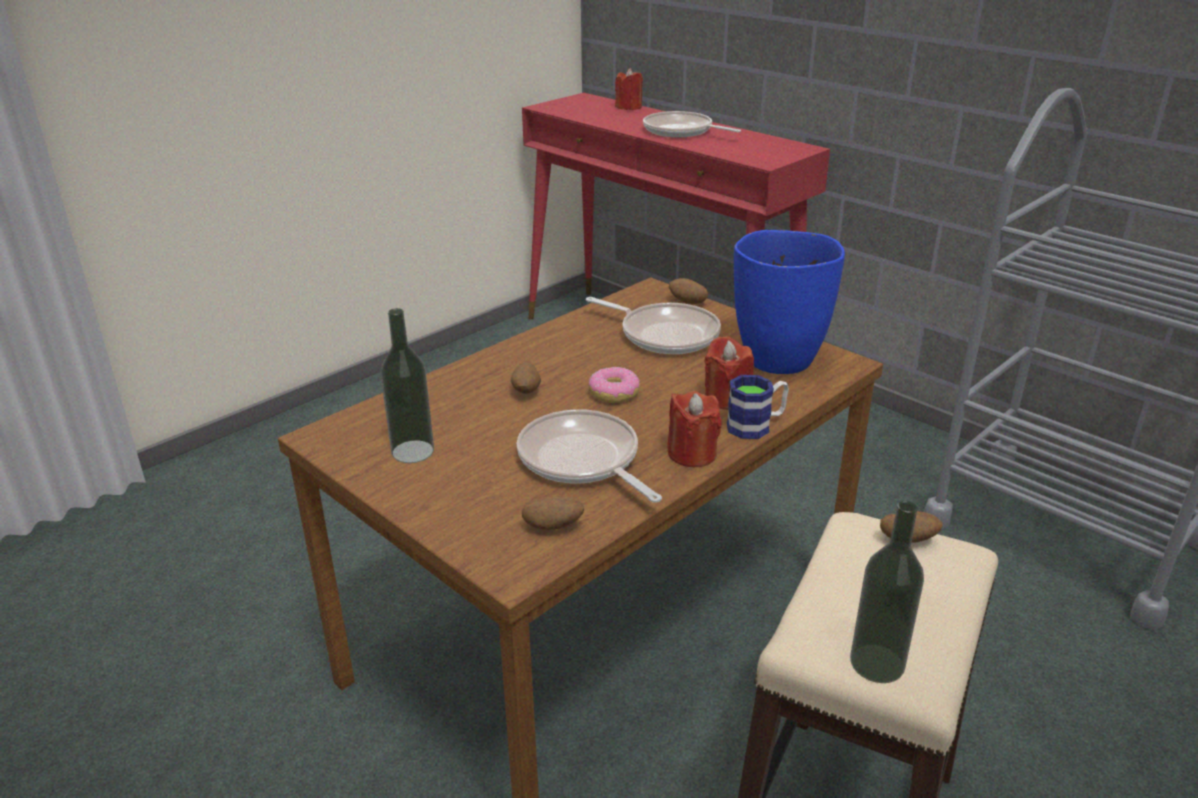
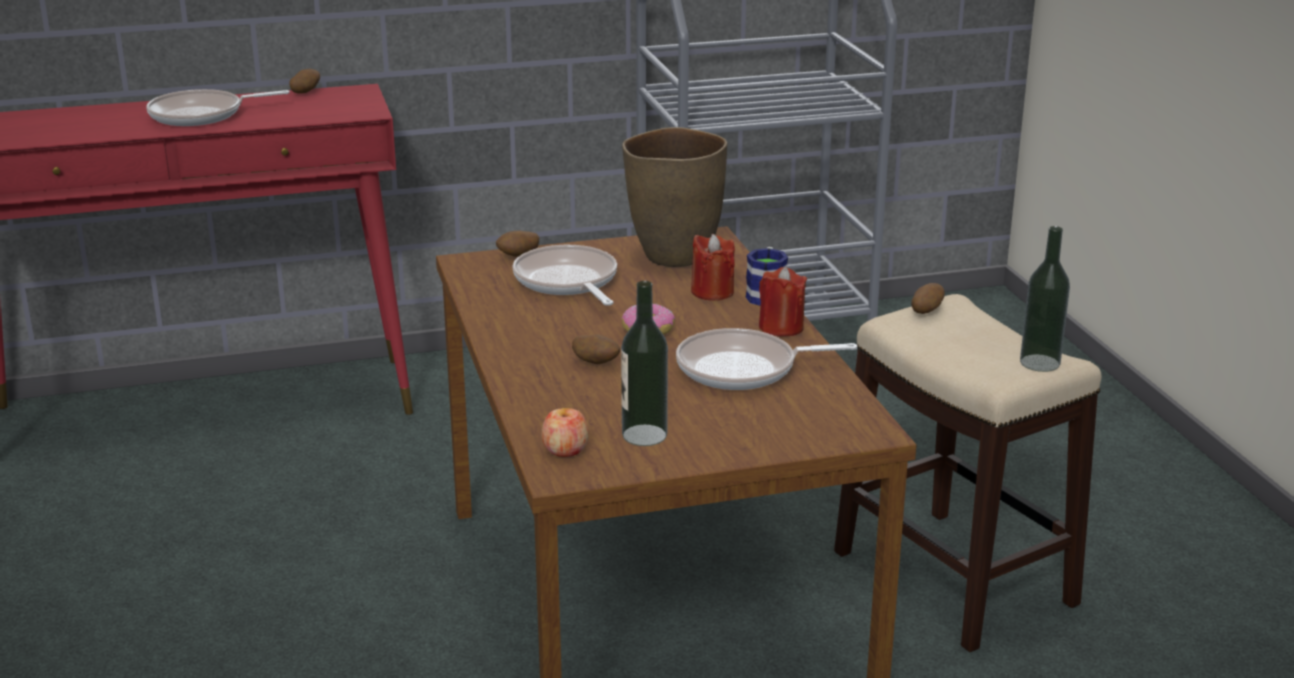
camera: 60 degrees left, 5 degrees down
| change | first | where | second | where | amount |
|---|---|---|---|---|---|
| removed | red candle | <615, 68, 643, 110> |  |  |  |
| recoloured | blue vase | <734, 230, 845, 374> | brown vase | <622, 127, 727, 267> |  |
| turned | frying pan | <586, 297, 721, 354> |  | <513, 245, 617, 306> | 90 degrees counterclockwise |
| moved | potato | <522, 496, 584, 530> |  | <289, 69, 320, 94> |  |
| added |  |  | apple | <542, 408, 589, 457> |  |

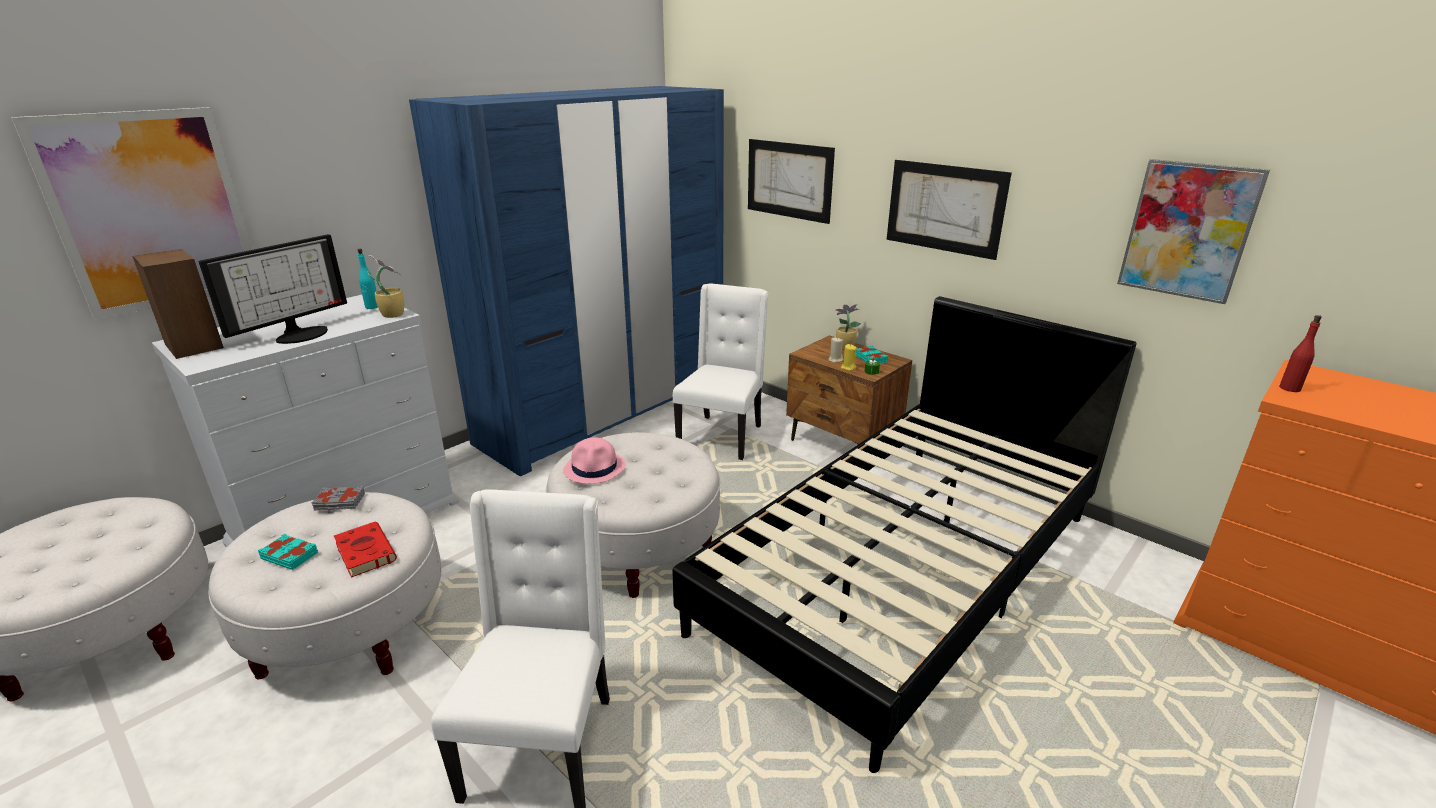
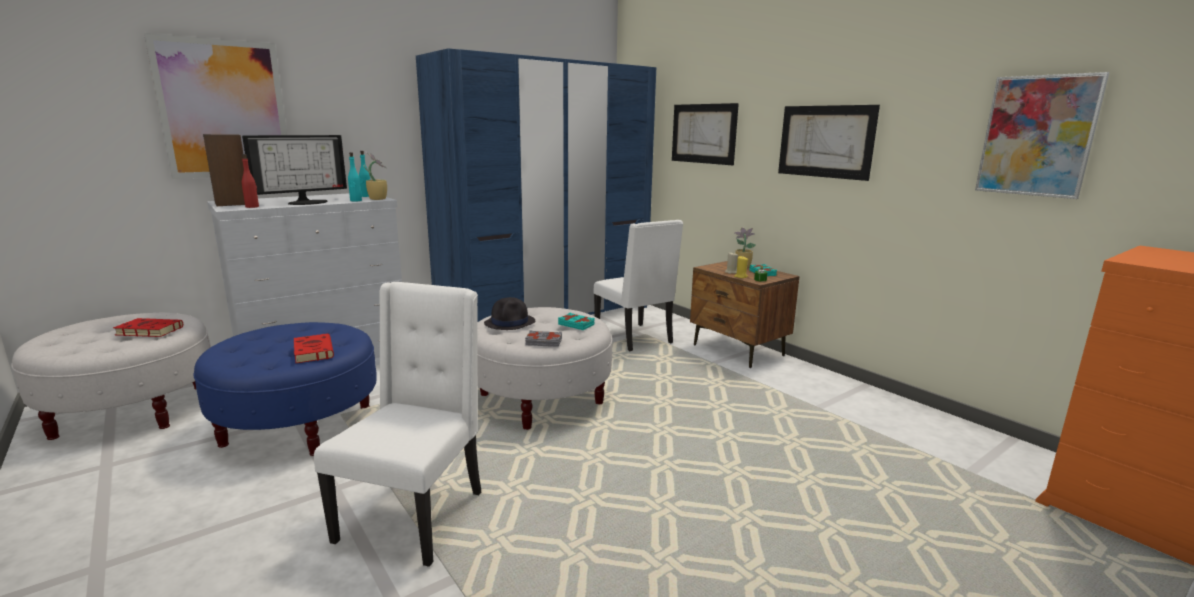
camera: 10 degrees right, 10 degrees down
| change | first | where | second | where | amount |
|---|---|---|---|---|---|
| turned | white chair | <673, 283, 768, 460> |  | <594, 220, 683, 351> | 120 degrees clockwise |
| removed | black bed | <672, 296, 1137, 773> |  |  |  |
| moved | red bottle | <1279, 315, 1322, 392> |  | <242, 154, 259, 208> |  |
| recoloured | pink hat | <563, 437, 626, 484> | black hat | <484, 297, 535, 330> |  |
| moved | grey book | <312, 486, 365, 510> |  | <525, 330, 562, 347> |  |
| recoloured | white ottoman | <208, 492, 441, 679> | blue ottoman | <194, 322, 377, 456> |  |
| moved | turquoise book | <258, 534, 318, 570> |  | <558, 313, 595, 330> |  |
| added |  |  | turquoise bottle | <348, 152, 362, 201> |  |
| added |  |  | red book | <113, 318, 183, 337> |  |

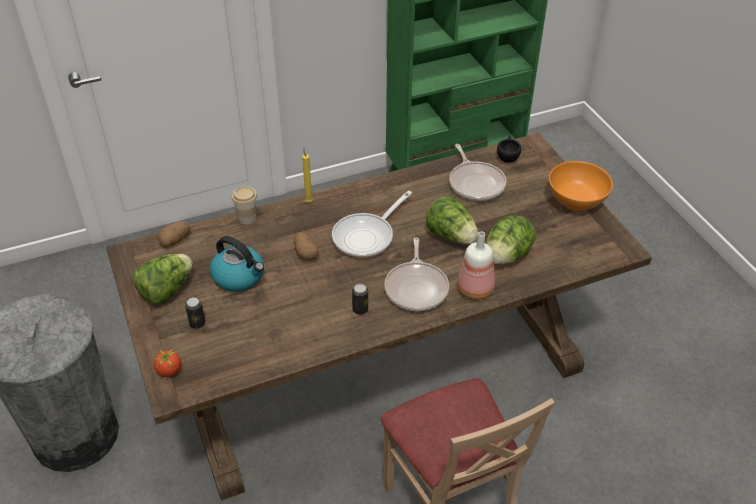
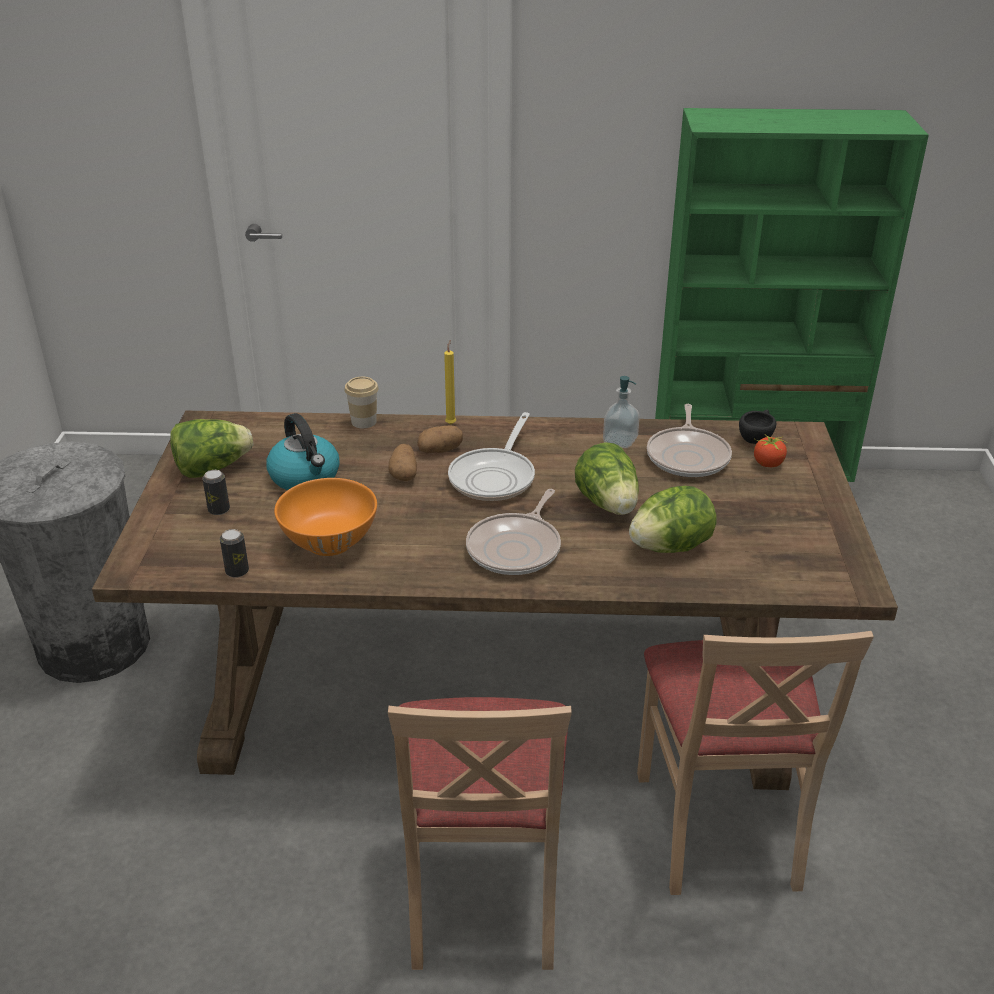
camera: 25 degrees right, 10 degrees down
| change | first | where | second | where | amount |
|---|---|---|---|---|---|
| moved | orange bowl | <549, 161, 613, 211> |  | <274, 478, 377, 556> |  |
| turned | frying pan | <332, 191, 412, 258> |  | <448, 412, 535, 501> | 45 degrees counterclockwise |
| moved | potato | <158, 221, 190, 247> |  | <417, 425, 463, 453> |  |
| removed | bottle | <457, 232, 495, 299> |  |  |  |
| moved | can | <352, 284, 368, 315> |  | <220, 529, 249, 578> |  |
| moved | tomato | <150, 349, 181, 377> |  | <754, 436, 787, 467> |  |
| added |  |  | soap dispenser | <603, 376, 640, 448> |  |
| added |  |  | beige chair | <637, 631, 874, 895> |  |

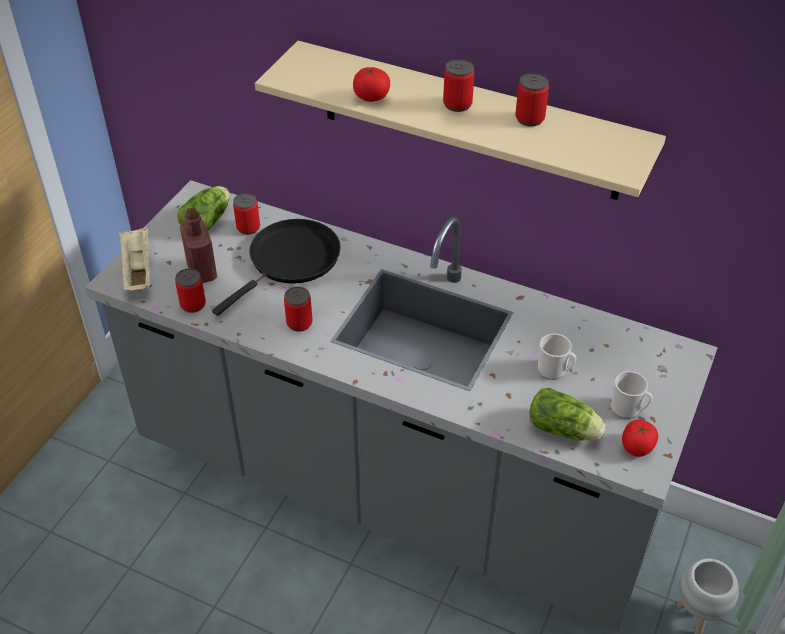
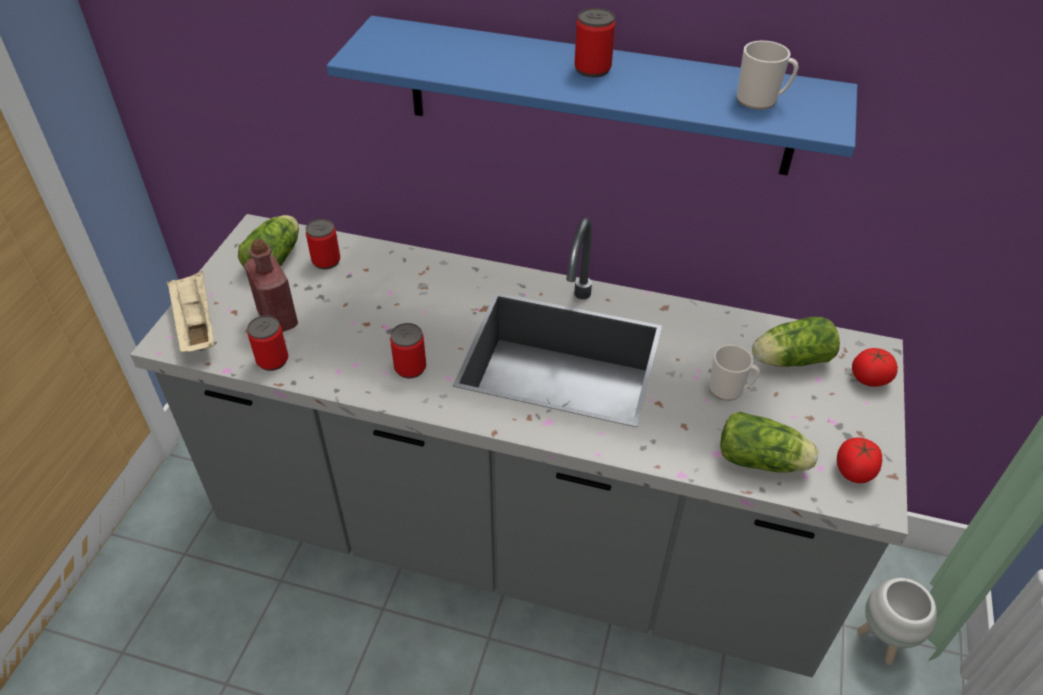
camera: 10 degrees left, 0 degrees up
| change | first | where | second | where | amount |
|---|---|---|---|---|---|
| recoloured | beige shelf | <255, 41, 666, 200> | blue shelf | <327, 16, 857, 175> |  |
| moved | tomato | <353, 67, 390, 102> |  | <852, 348, 898, 387> |  |
| removed | can | <515, 73, 549, 127> |  |  |  |
| removed | black frying pan | <212, 219, 341, 316> |  |  |  |
| moved | mug | <611, 371, 653, 419> |  | <736, 41, 798, 110> |  |
| added |  |  | lettuce | <752, 317, 840, 367> |  |

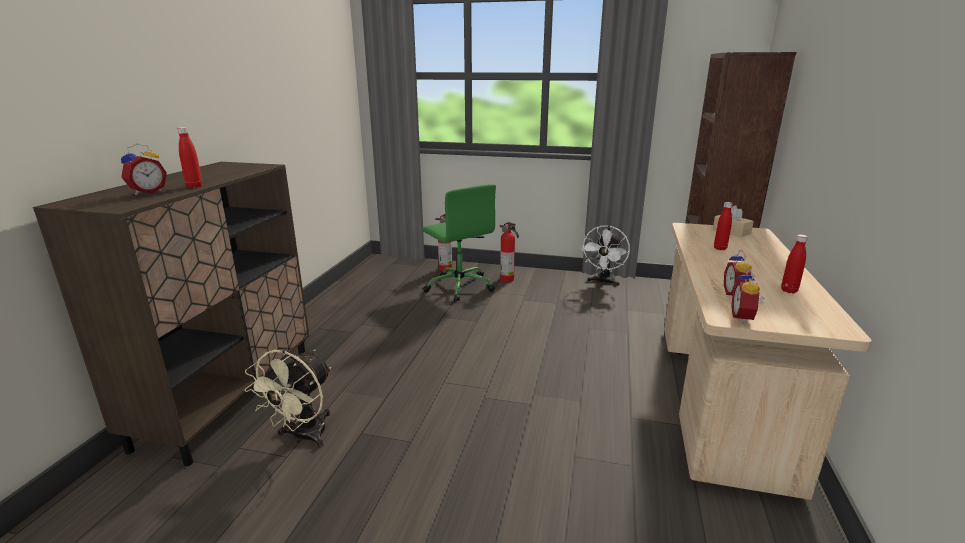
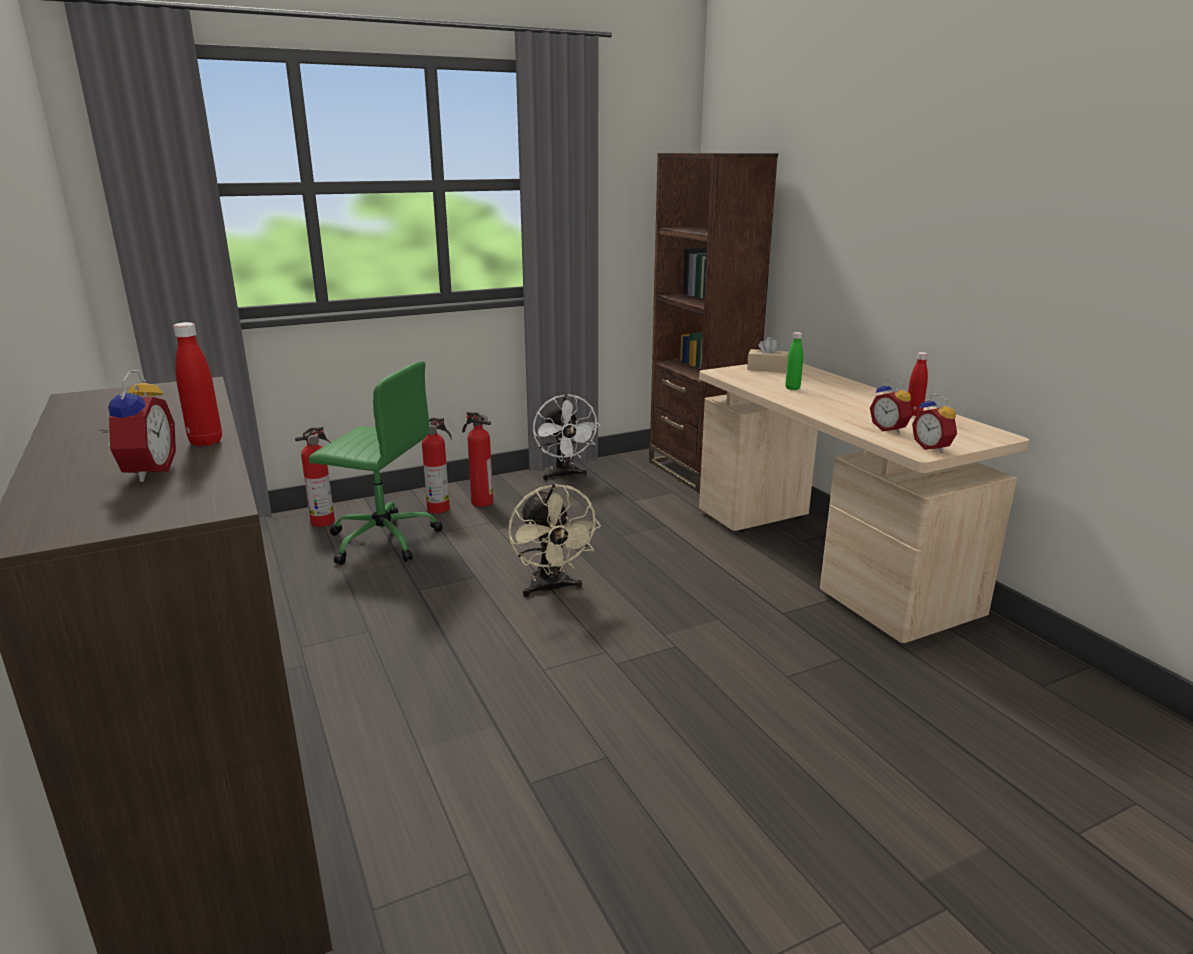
camera: 40 degrees left, 0 degrees up
| change | first | where | second | where | amount |
|---|---|---|---|---|---|
| recoloured | red bottle | <714, 202, 733, 250> | green bottle | <785, 332, 803, 390> |  |
| moved | beige fan | <244, 350, 331, 448> |  | <508, 484, 601, 597> |  |
| added |  |  | fire extinguisher | <462, 412, 493, 507> |  |

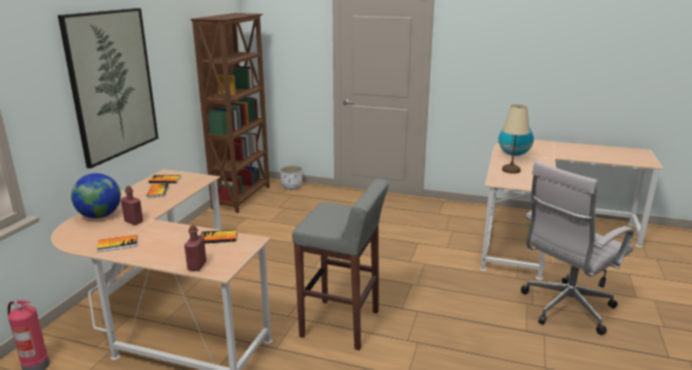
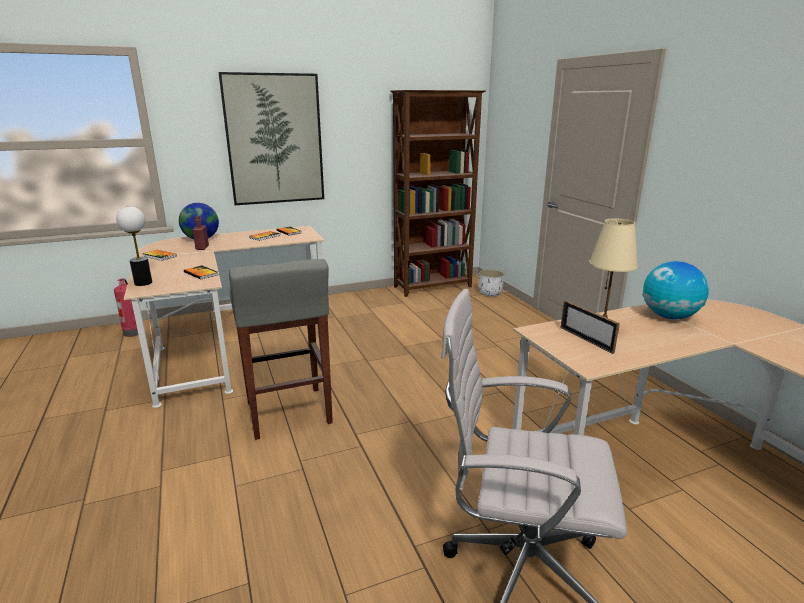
camera: 50 degrees right, 0 degrees up
| change | first | where | second | where | amount |
|---|---|---|---|---|---|
| replaced | red bottle | <184, 225, 206, 271> | table lamp | <116, 206, 152, 286> |  |
| added |  |  | picture frame | <560, 300, 620, 354> |  |

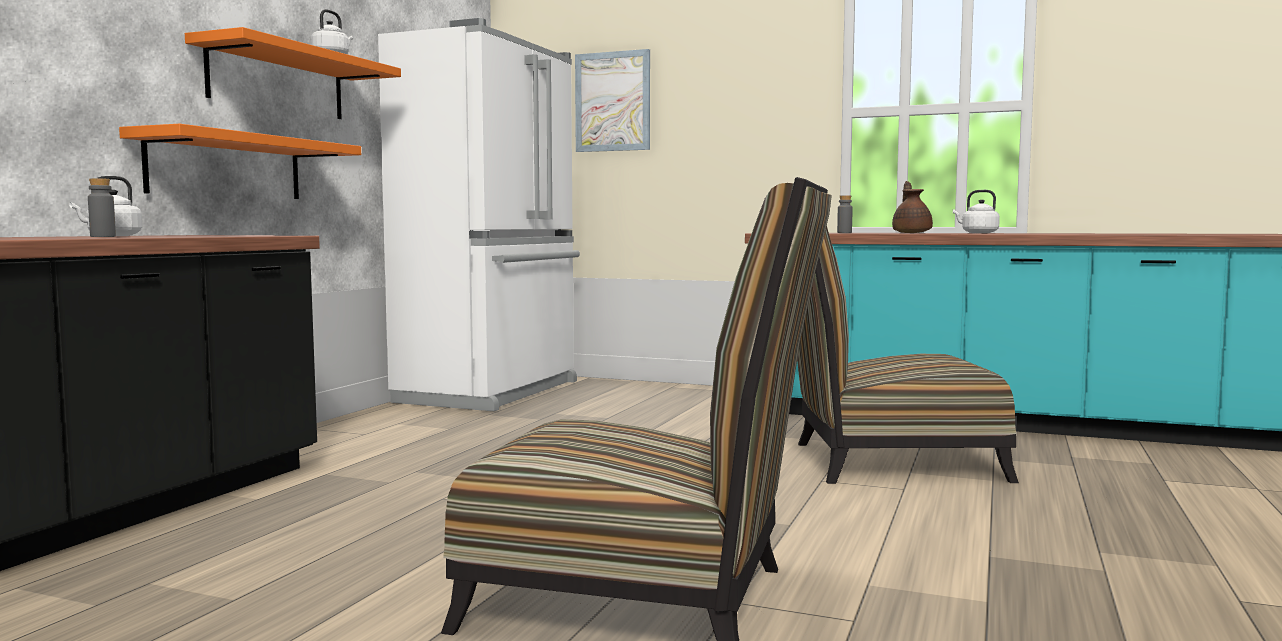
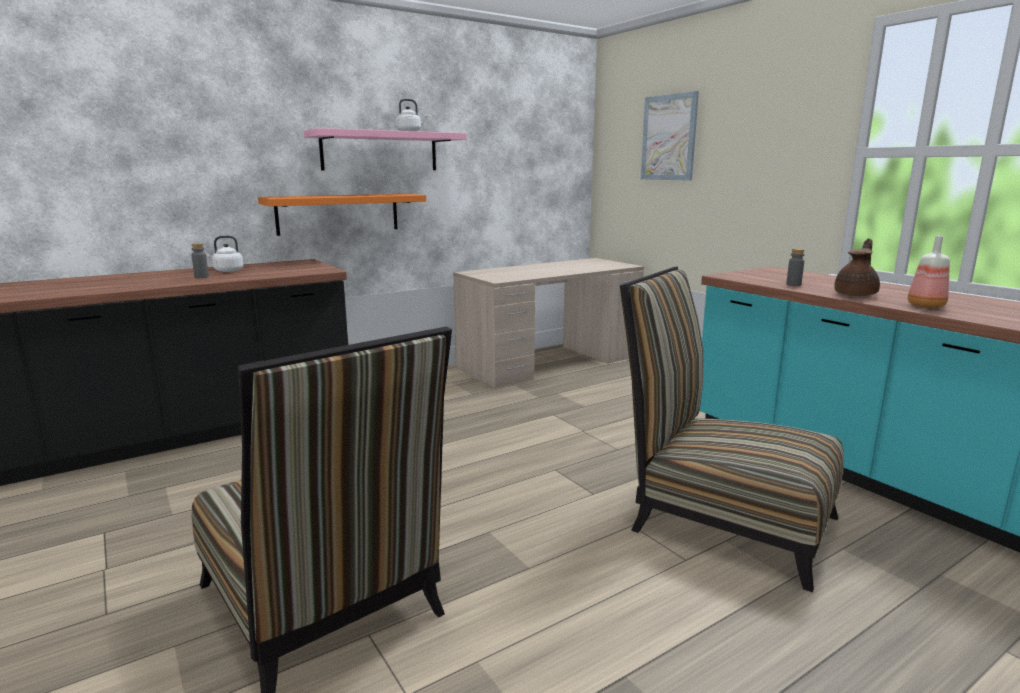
camera: 35 degrees right, 10 degrees up
| change | first | where | second | where | amount |
|---|---|---|---|---|---|
| replaced | white fridge | <378, 18, 580, 411> | beige desk | <453, 258, 644, 388> |  |
| recoloured | orange shelf | <185, 27, 401, 119> | pink shelf | <304, 128, 467, 170> |  |
| replaced | white kettle | <953, 190, 1000, 233> | bottle | <908, 236, 950, 308> |  |

